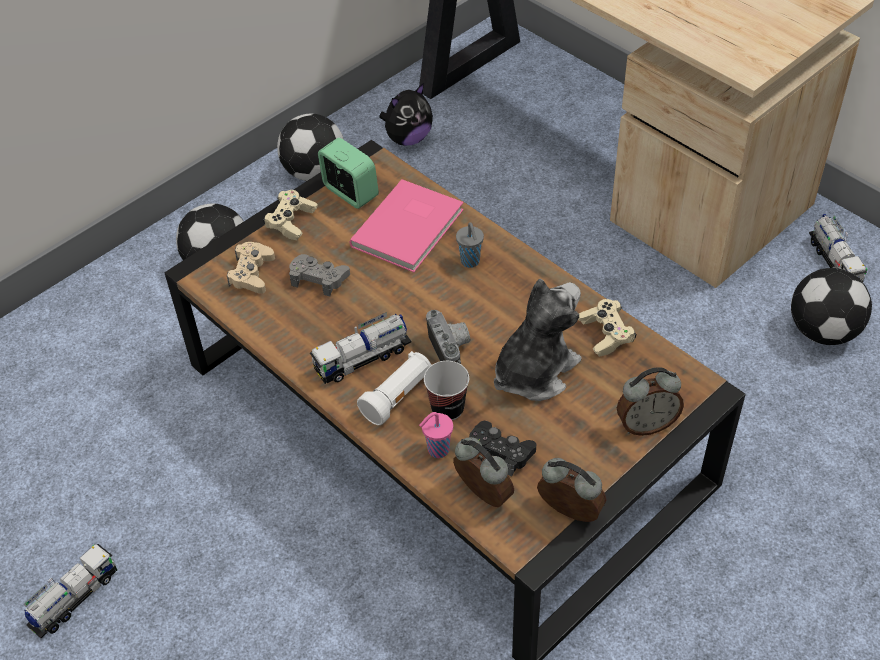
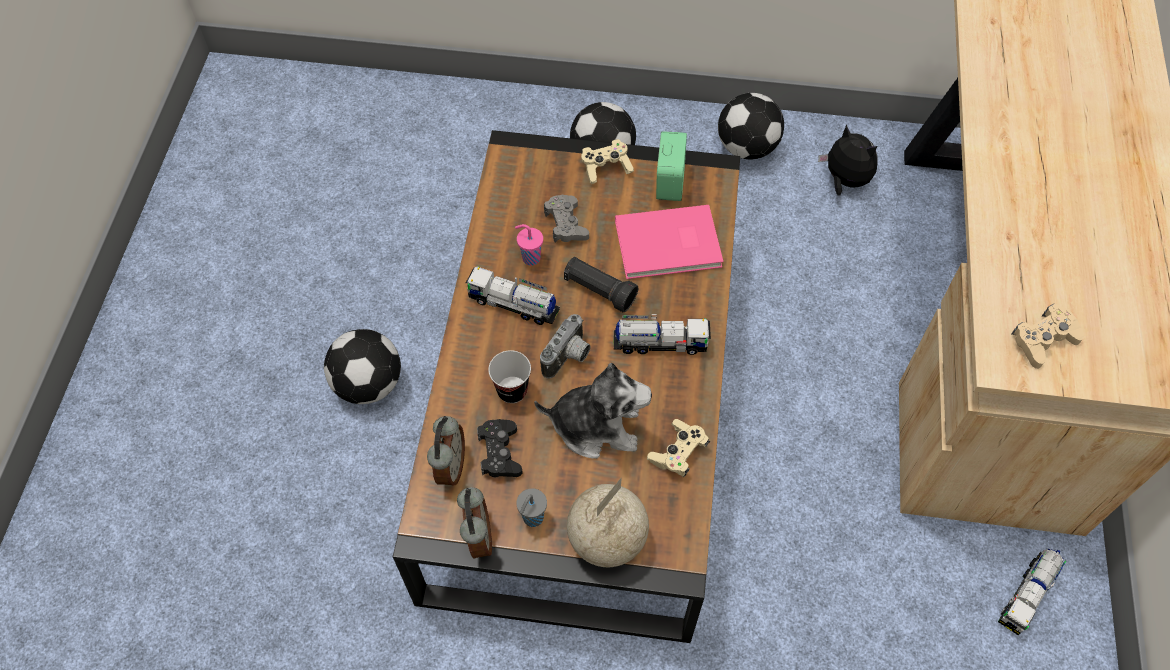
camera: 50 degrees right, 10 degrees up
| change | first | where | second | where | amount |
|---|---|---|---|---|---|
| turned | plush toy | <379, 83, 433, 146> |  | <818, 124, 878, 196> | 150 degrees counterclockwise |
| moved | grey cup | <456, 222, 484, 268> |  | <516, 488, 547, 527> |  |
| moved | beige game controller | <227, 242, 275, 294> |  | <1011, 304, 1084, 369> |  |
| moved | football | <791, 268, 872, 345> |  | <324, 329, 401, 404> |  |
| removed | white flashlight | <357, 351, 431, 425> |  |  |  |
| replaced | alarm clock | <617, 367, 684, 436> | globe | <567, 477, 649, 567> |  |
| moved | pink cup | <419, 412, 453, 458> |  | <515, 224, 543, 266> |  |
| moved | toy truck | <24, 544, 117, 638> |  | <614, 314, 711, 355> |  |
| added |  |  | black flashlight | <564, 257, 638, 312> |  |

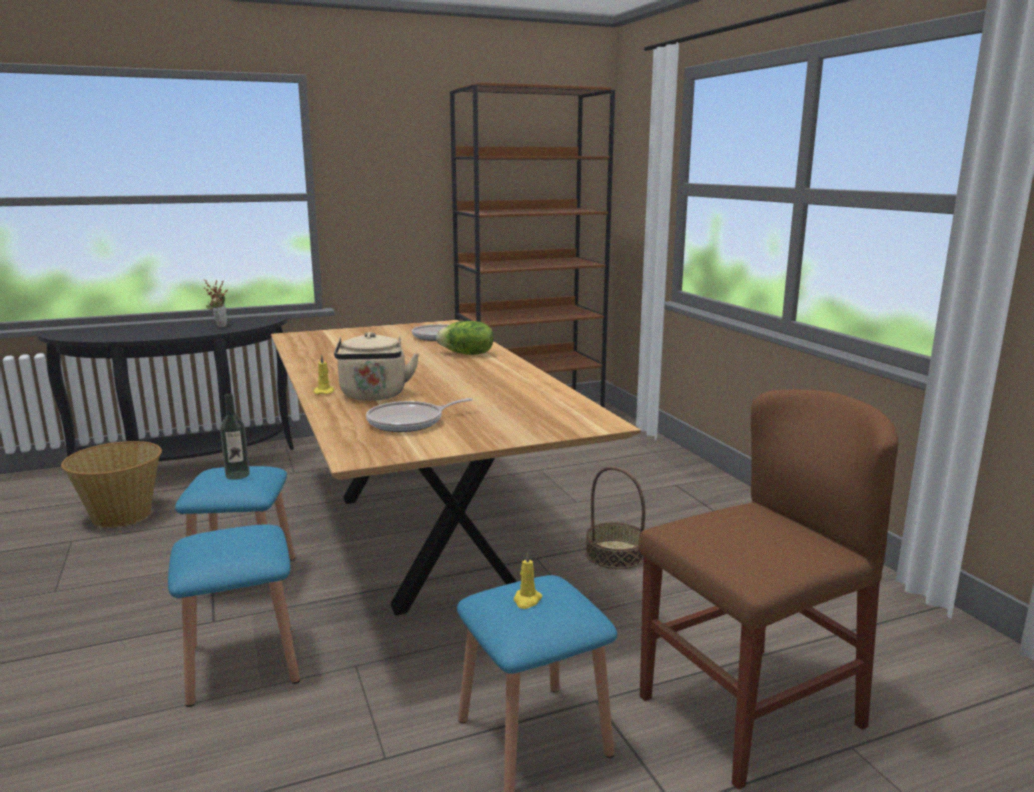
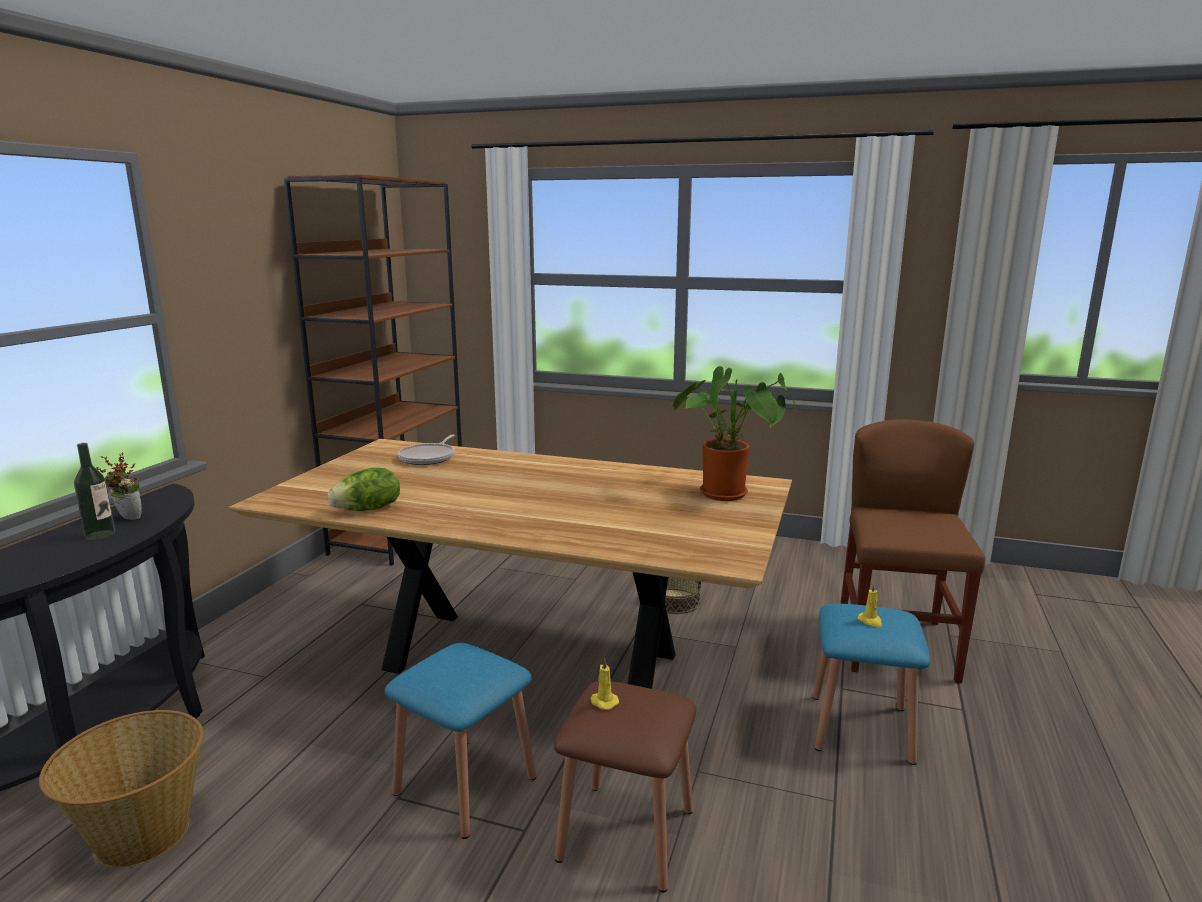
camera: 50 degrees left, 0 degrees up
| change | first | where | second | where | amount |
|---|---|---|---|---|---|
| moved | lettuce | <436, 321, 494, 355> |  | <328, 468, 400, 511> |  |
| removed | beige kettle | <334, 332, 419, 401> |  |  |  |
| moved | yellow candle | <313, 354, 334, 394> |  | <591, 658, 619, 710> |  |
| moved | bottle | <220, 394, 250, 480> |  | <74, 443, 115, 540> |  |
| removed | frying pan | <366, 398, 473, 432> |  |  |  |
| recoloured | blue stool | <168, 525, 300, 707> | brown stool | <554, 681, 697, 892> |  |
| added |  |  | potted plant | <673, 366, 795, 501> |  |

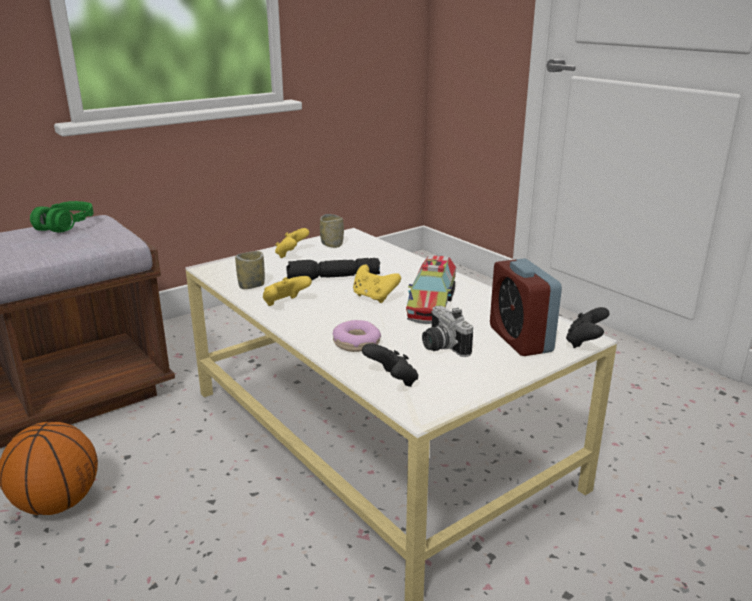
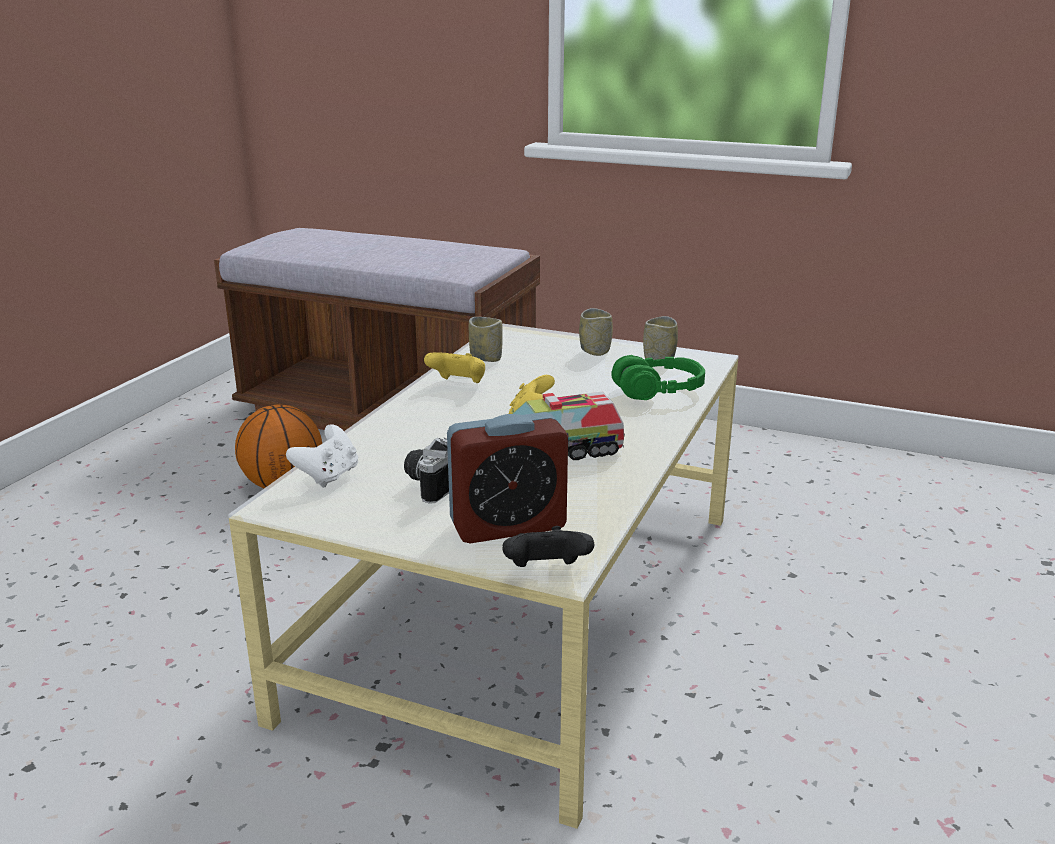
camera: 60 degrees right, 0 degrees up
| change | first | where | second | where | amount |
|---|---|---|---|---|---|
| moved | green headphones | <30, 201, 94, 233> |  | <611, 355, 705, 400> |  |
| replaced | yellow game controller | <275, 228, 309, 258> | cup | <579, 308, 613, 356> |  |
| removed | black flashlight | <286, 258, 380, 280> |  |  |  |
| turned | alarm clock | <490, 258, 562, 356> |  | <447, 412, 568, 543> | 150 degrees counterclockwise |
| removed | donut | <333, 320, 381, 352> |  |  |  |
| recoloured | black game controller | <362, 343, 418, 387> | white game controller | <286, 424, 358, 488> |  |

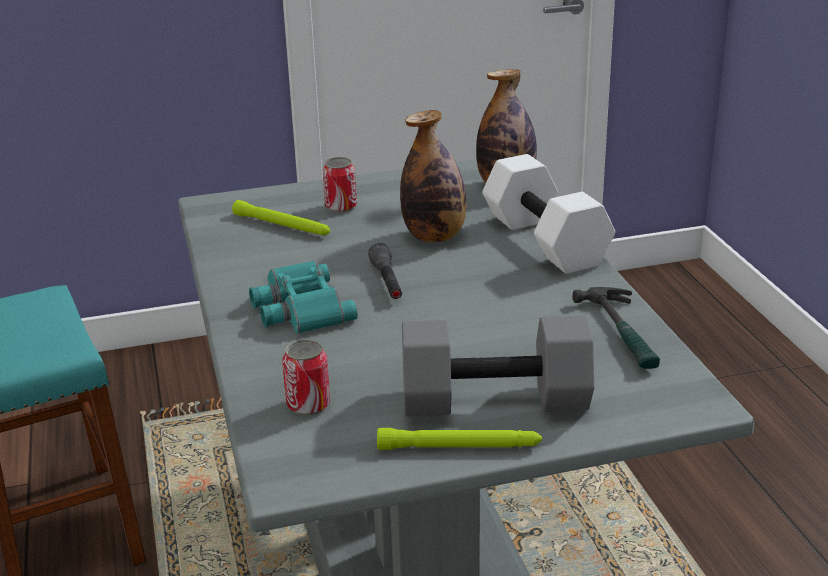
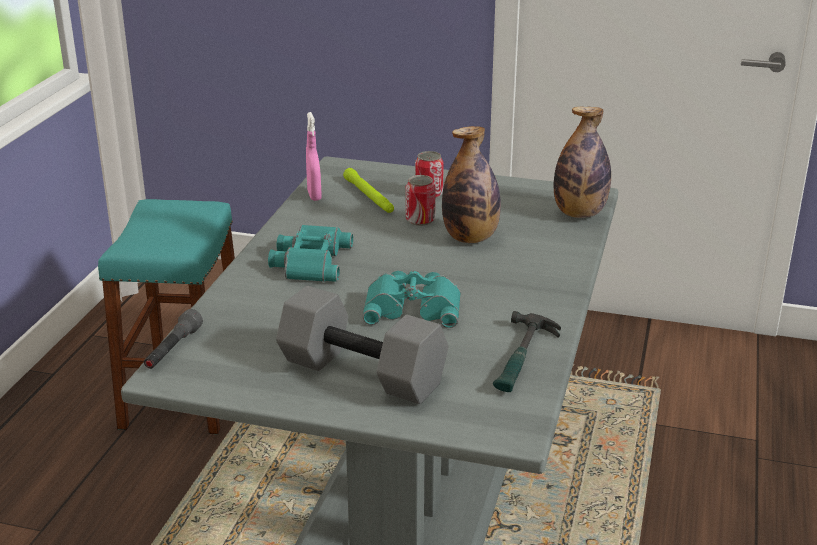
camera: 30 degrees right, 0 degrees up
| change | first | where | second | where | amount |
|---|---|---|---|---|---|
| removed | white dumbbell | <482, 154, 615, 274> |  |  |  |
| moved | grey flashlight | <368, 243, 402, 299> |  | <144, 309, 203, 369> |  |
| moved | can | <282, 339, 330, 415> |  | <406, 175, 436, 226> |  |
| removed | green flashlight | <377, 428, 542, 450> |  |  |  |
| added |  |  | pink spray bottle | <306, 112, 321, 201> |  |
| added |  |  | turquoise binoculars | <363, 271, 461, 328> |  |

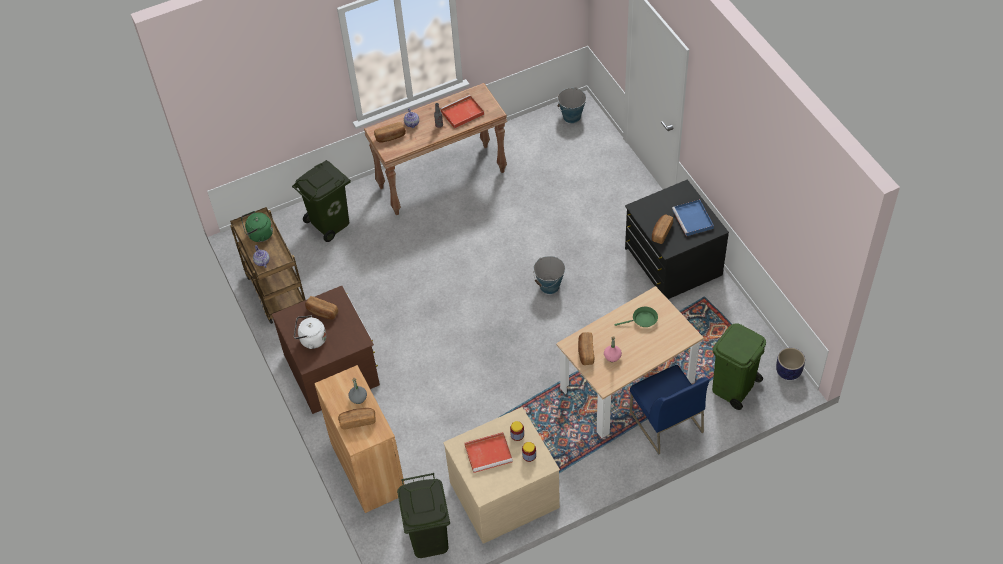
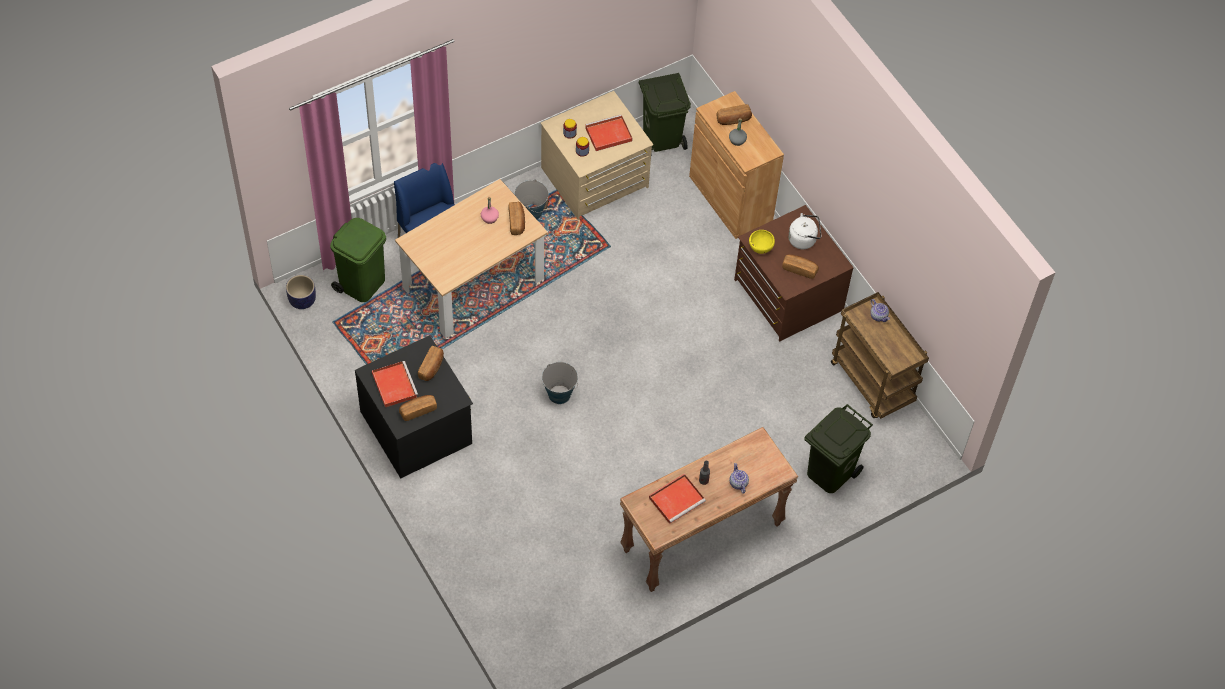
camera: 170 degrees right, 5 degrees up
| change | first | where | second | where | amount |
|---|---|---|---|---|---|
| moved | bucket | <558, 87, 586, 123> |  | <514, 180, 549, 219> |  |
| moved | bread | <374, 122, 406, 143> |  | <399, 395, 437, 421> |  |
| recoloured | blue tray | <672, 199, 714, 236> | red tray | <372, 361, 418, 407> |  |
| removed | green kettle | <241, 211, 273, 242> |  |  |  |
| removed | green frying pan | <614, 307, 658, 327> |  |  |  |
| added |  |  | yellow bowl | <749, 230, 775, 254> |  |

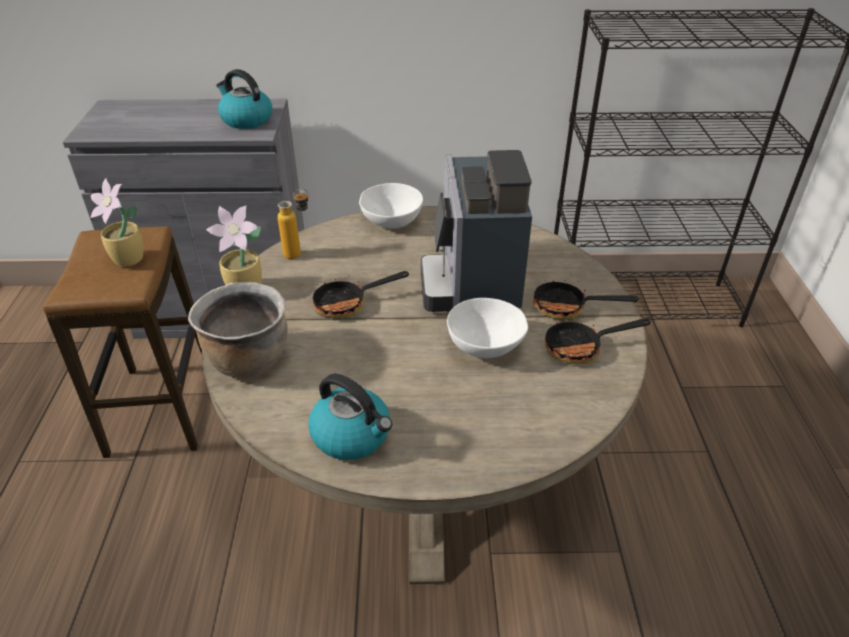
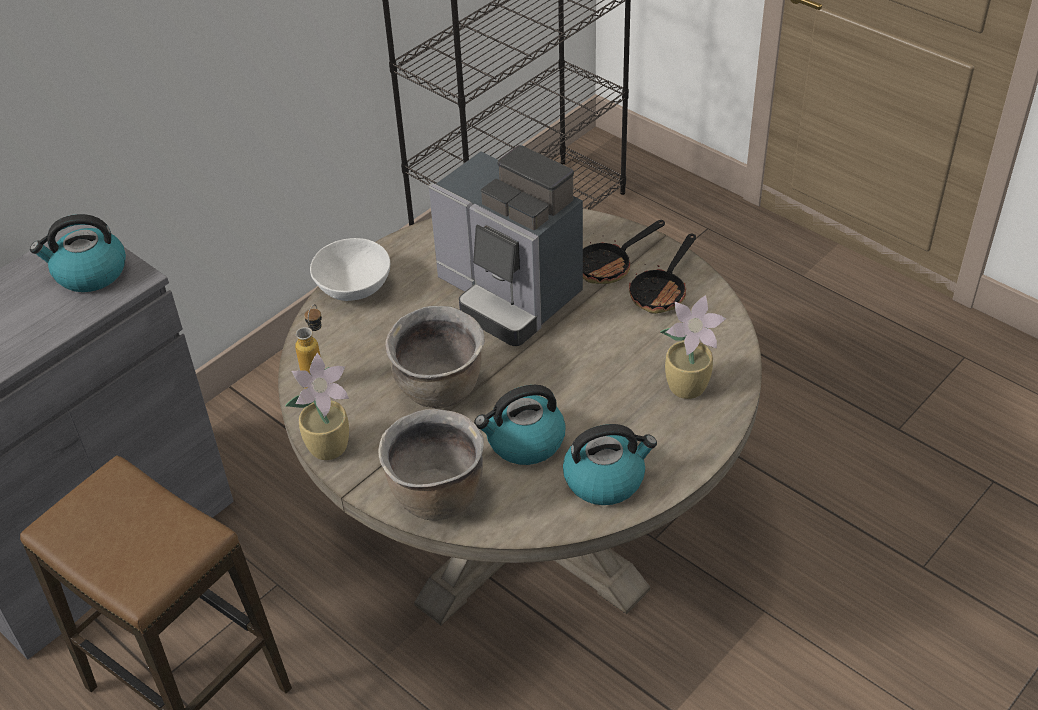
camera: 45 degrees left, 5 degrees up
| change | first | where | second | where | amount |
|---|---|---|---|---|---|
| moved | potted plant | <91, 178, 143, 267> |  | <660, 295, 726, 399> |  |
| replaced | frying pan | <313, 271, 409, 319> | brown cooking pot | <385, 306, 485, 408> |  |
| removed | white bowl | <447, 298, 528, 358> |  |  |  |
| added |  |  | kettle | <474, 385, 566, 465> |  |

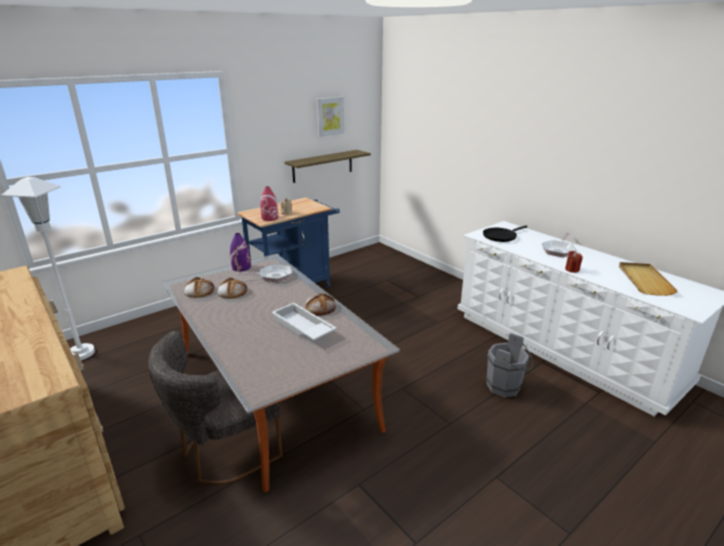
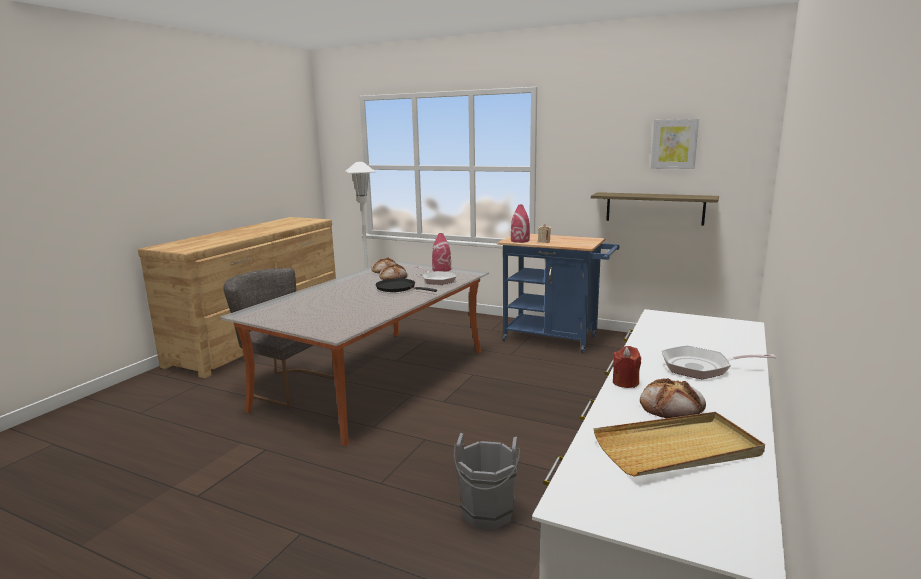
camera: 65 degrees right, 10 degrees down
| change | first | where | second | where | amount |
|---|---|---|---|---|---|
| moved | black frying pan | <483, 225, 528, 242> |  | <376, 278, 437, 292> |  |
| recoloured | purple vase | <230, 233, 251, 272> | red vase | <432, 233, 451, 272> |  |
| moved | bread | <305, 293, 336, 316> |  | <640, 378, 706, 418> |  |
| removed | white tray | <271, 303, 337, 340> |  |  |  |

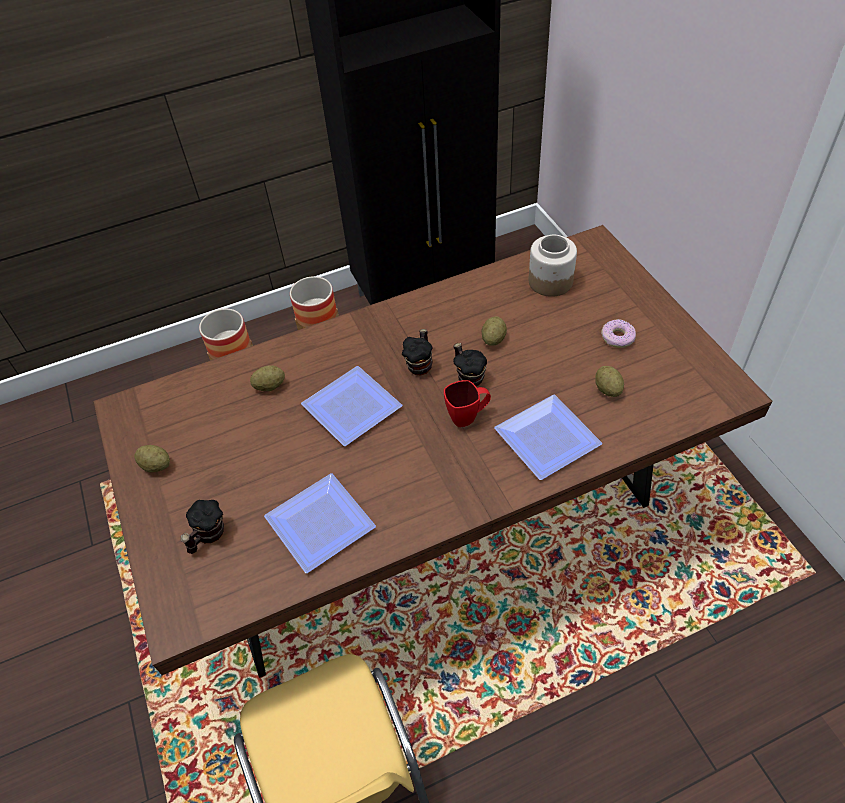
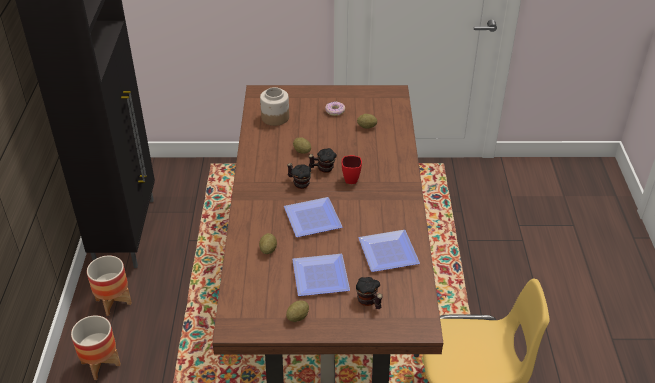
camera: 70 degrees left, 10 degrees down
| change | first | where | second | where | amount |
|---|---|---|---|---|---|
| moved | plate | <494, 394, 602, 480> |  | <292, 254, 350, 296> |  |

